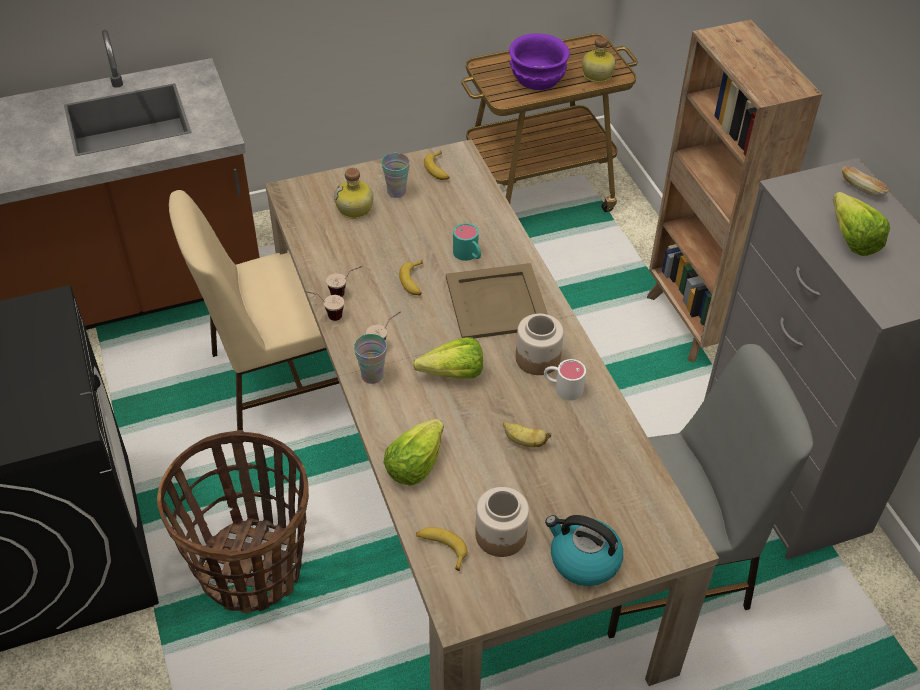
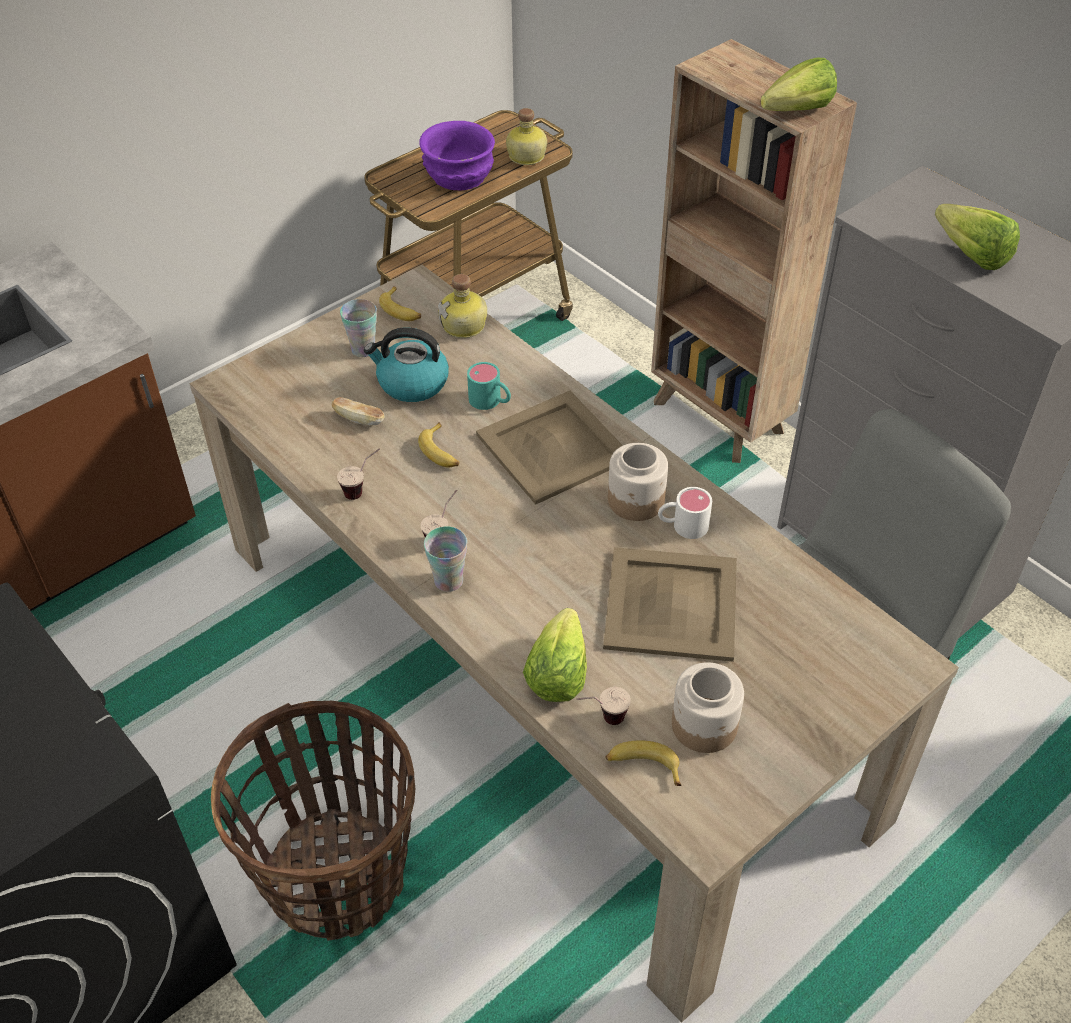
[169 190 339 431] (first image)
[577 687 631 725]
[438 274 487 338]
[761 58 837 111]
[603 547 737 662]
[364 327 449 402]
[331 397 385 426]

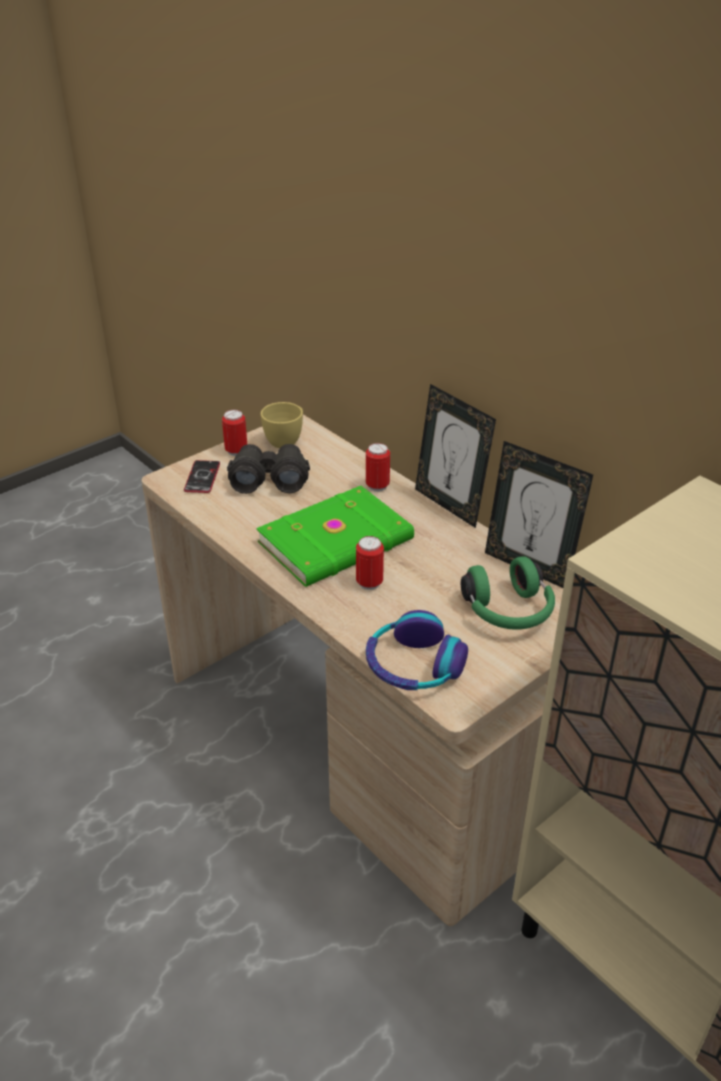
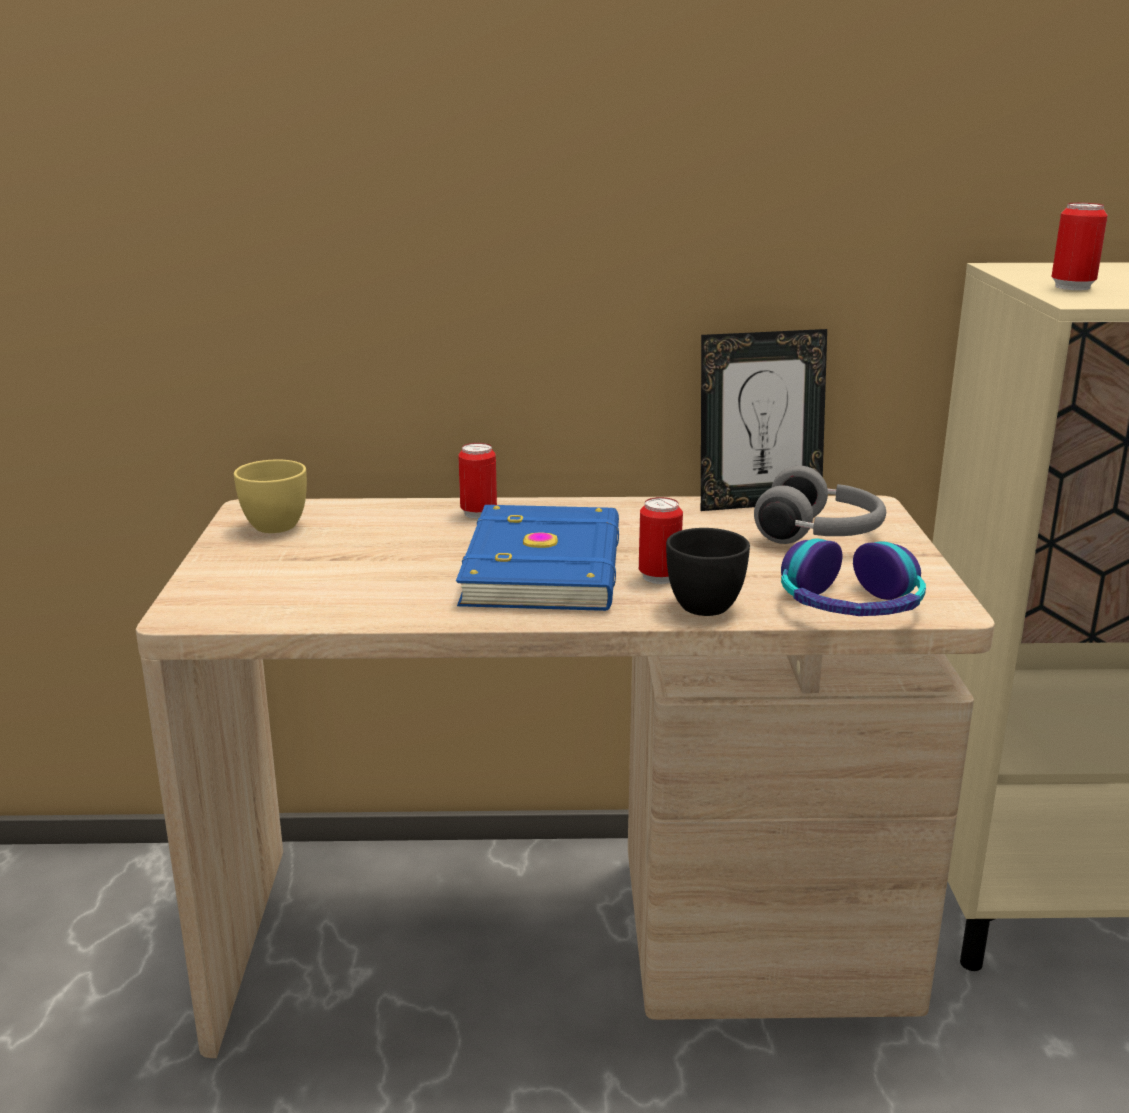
[184 460 220 493] (first image)
[1051 203 1108 290]
[227 444 310 494] (first image)
[456 505 619 611]
[415 384 496 528] (first image)
[754 466 886 544]
[666 528 750 616]

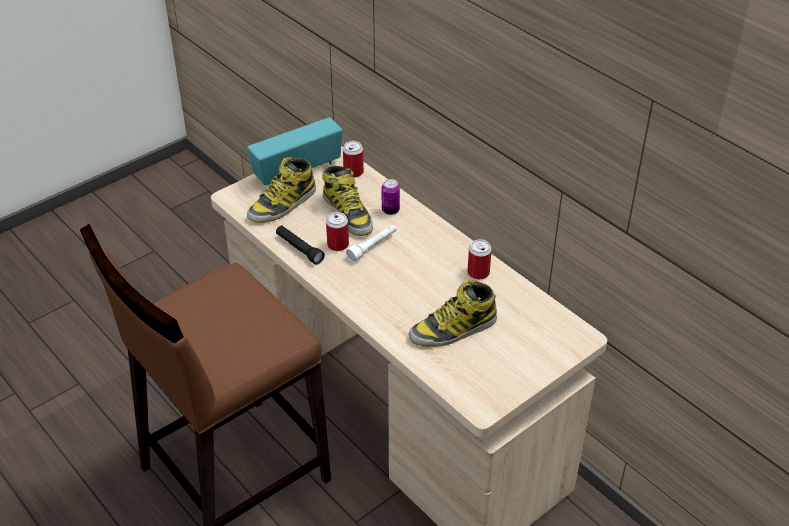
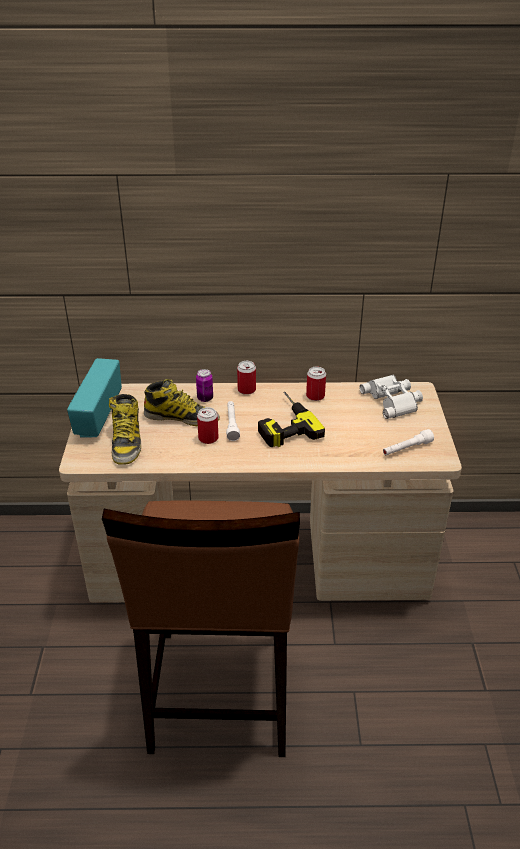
[276 225 325 265] (first image)
[237 361 256 395]
[408 279 497 347] (first image)
[258 392 325 447]
[359 375 423 419]
[383 429 434 455]

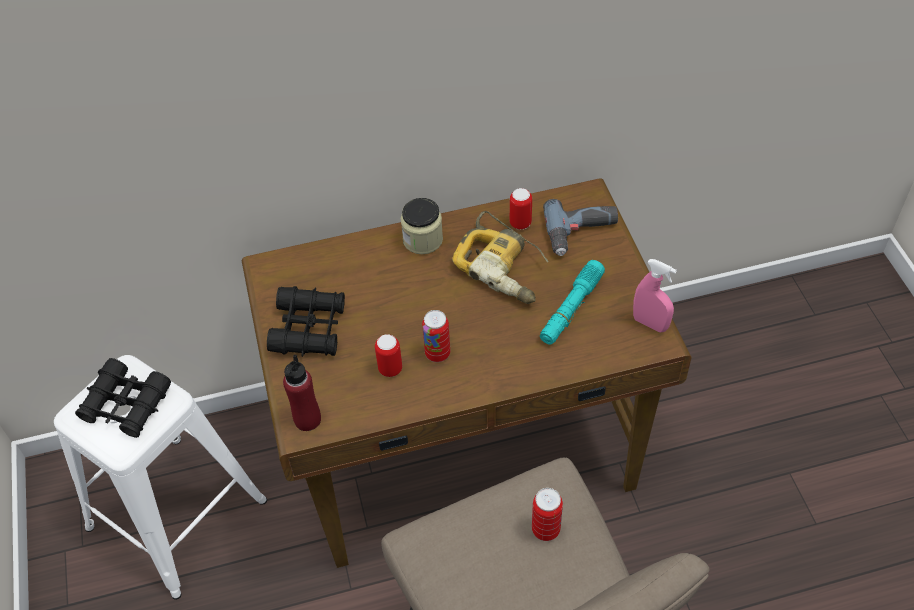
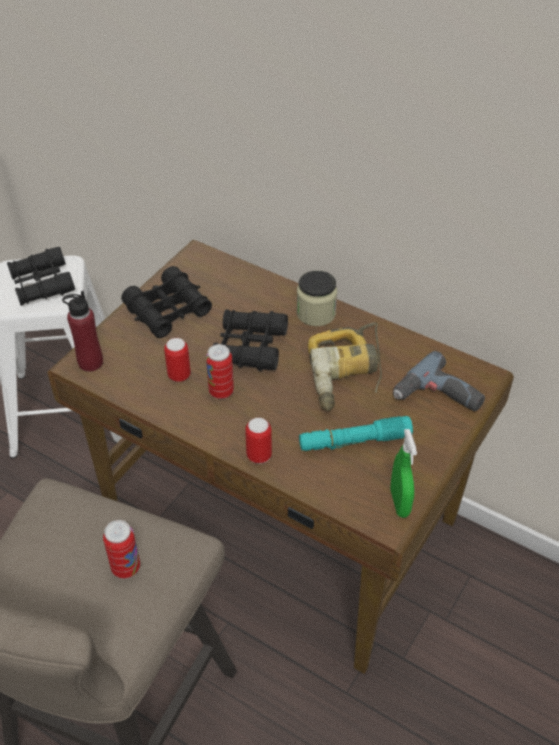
[245 418 272 464]
[390 429 417 518]
[213 309 288 371]

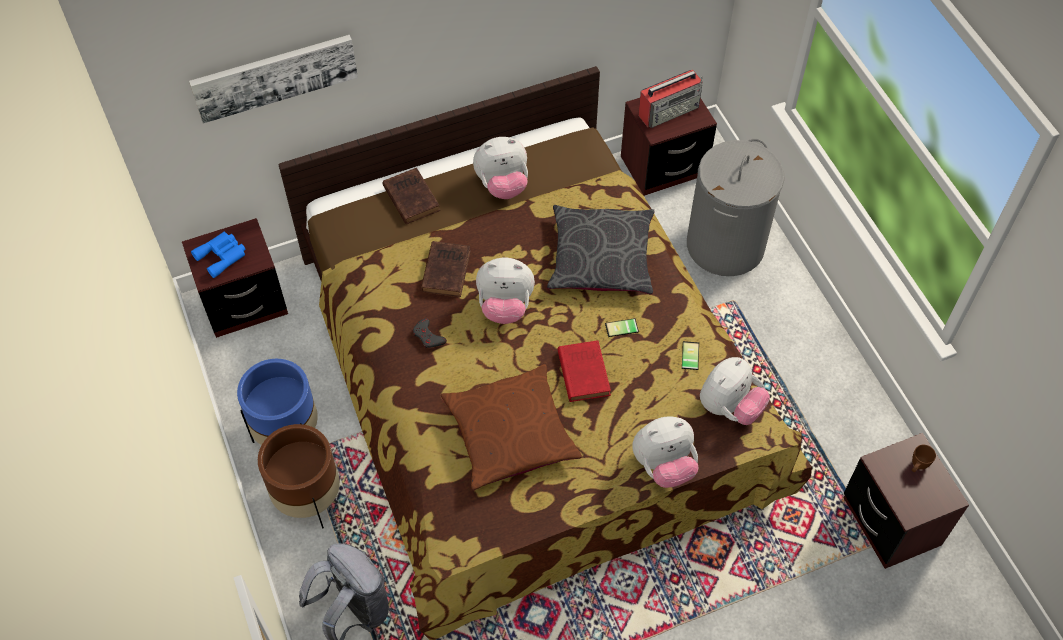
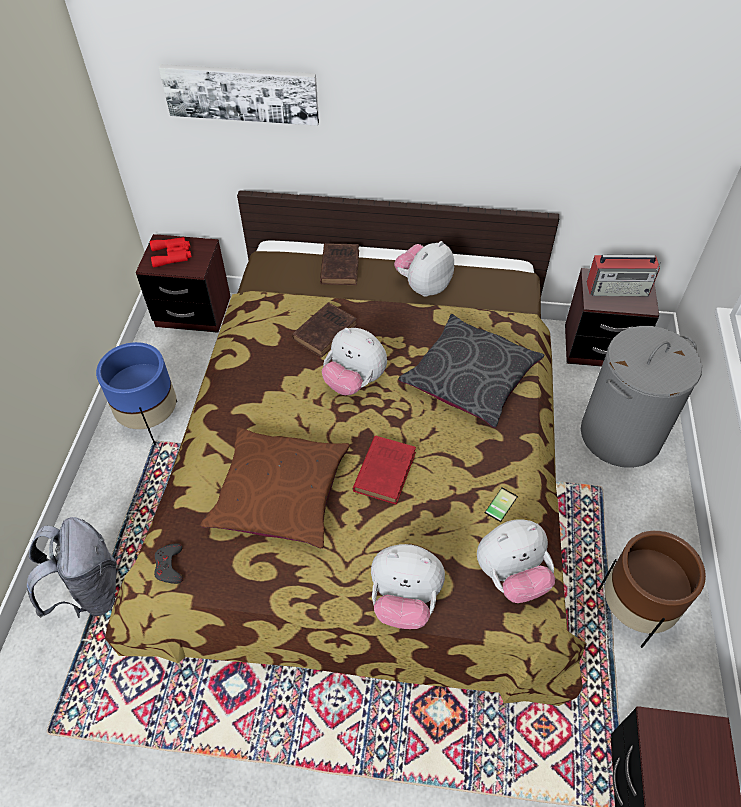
[150 237 192 267]
[598 531 706 648]
[154 543 183 584]
[394 241 454 297]
[605 318 639 337] (first image)
[912 445 936 472] (first image)

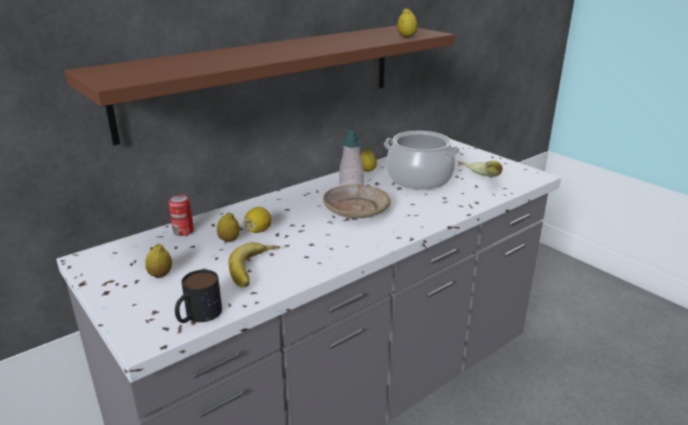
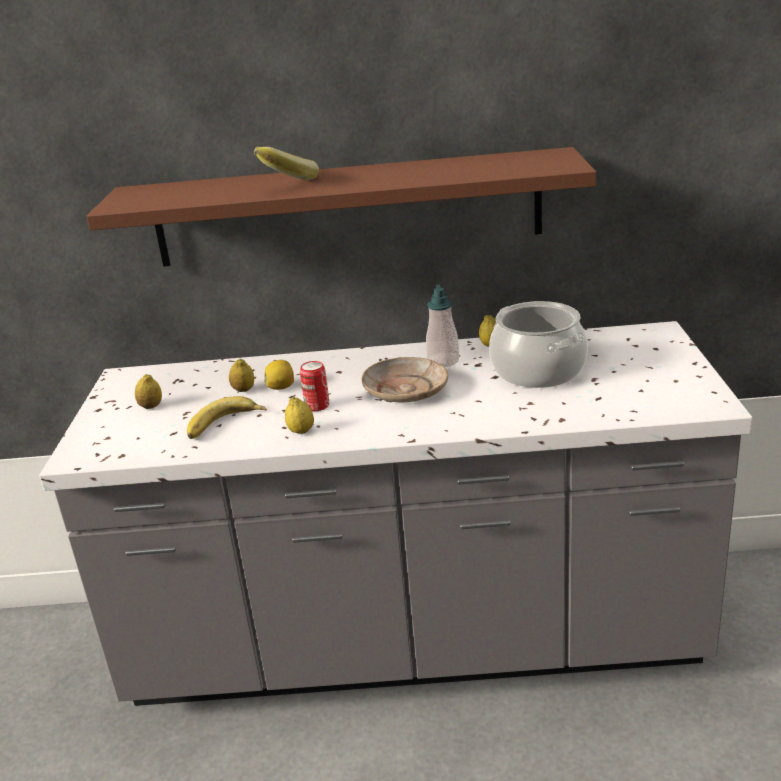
[300 361 329 411]
[175 270 222 323] (first image)
[285 397 314 434]
[254 147 319 180]

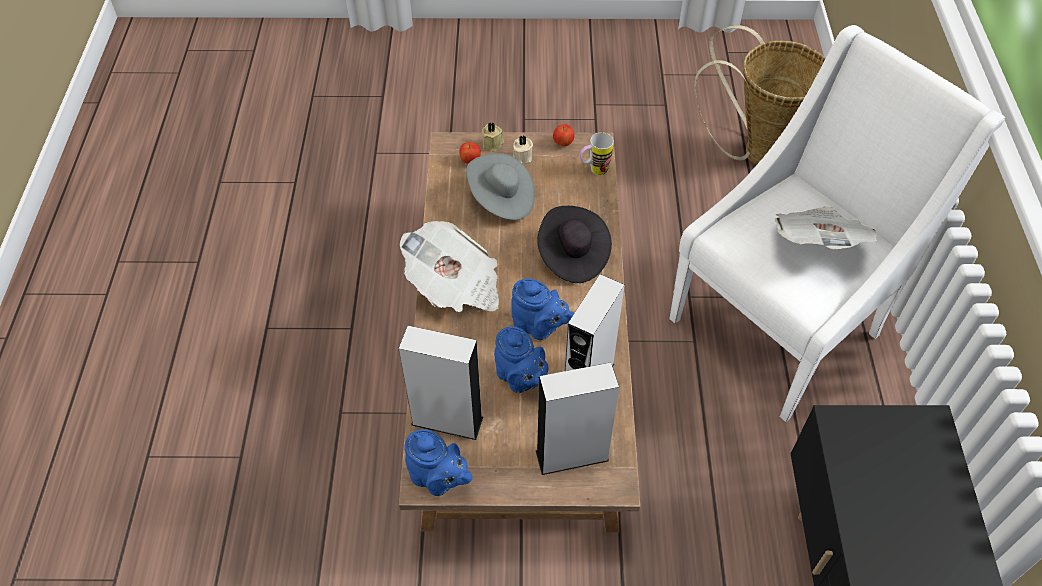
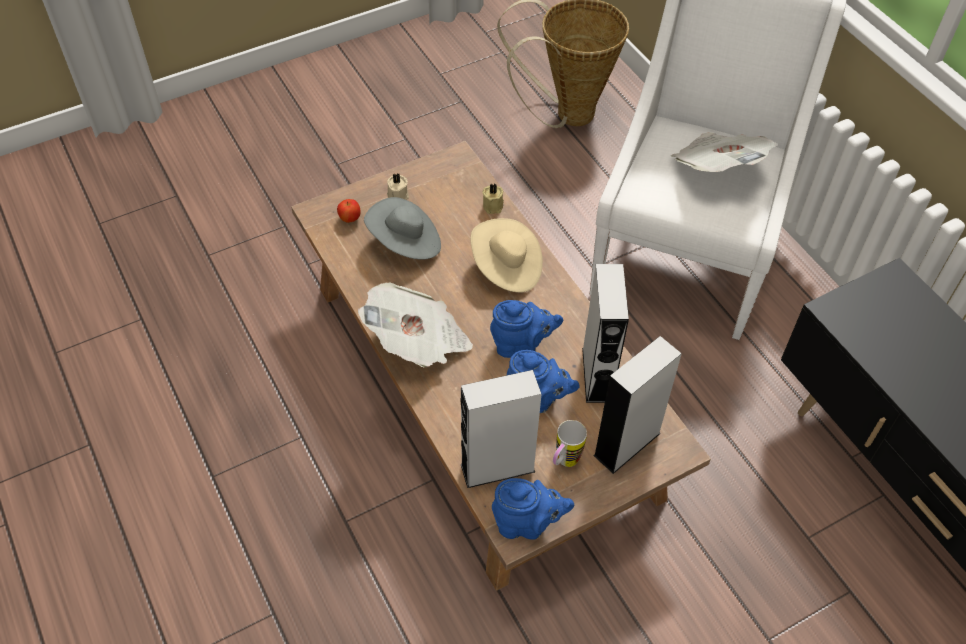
[482 184 504 214]
[470 218 543 293]
[553 124 575 146] (first image)
[553 420 587 467]

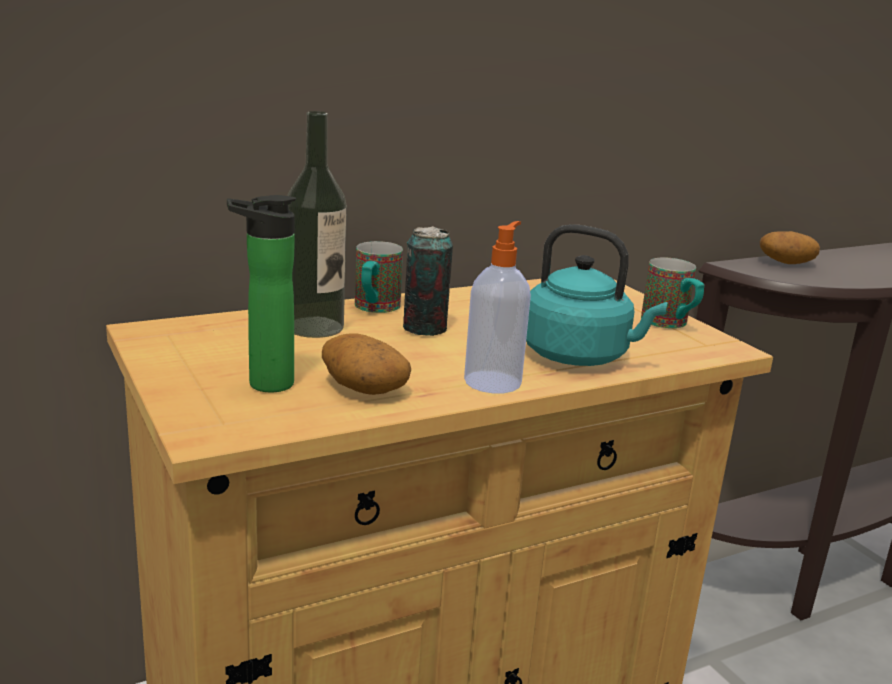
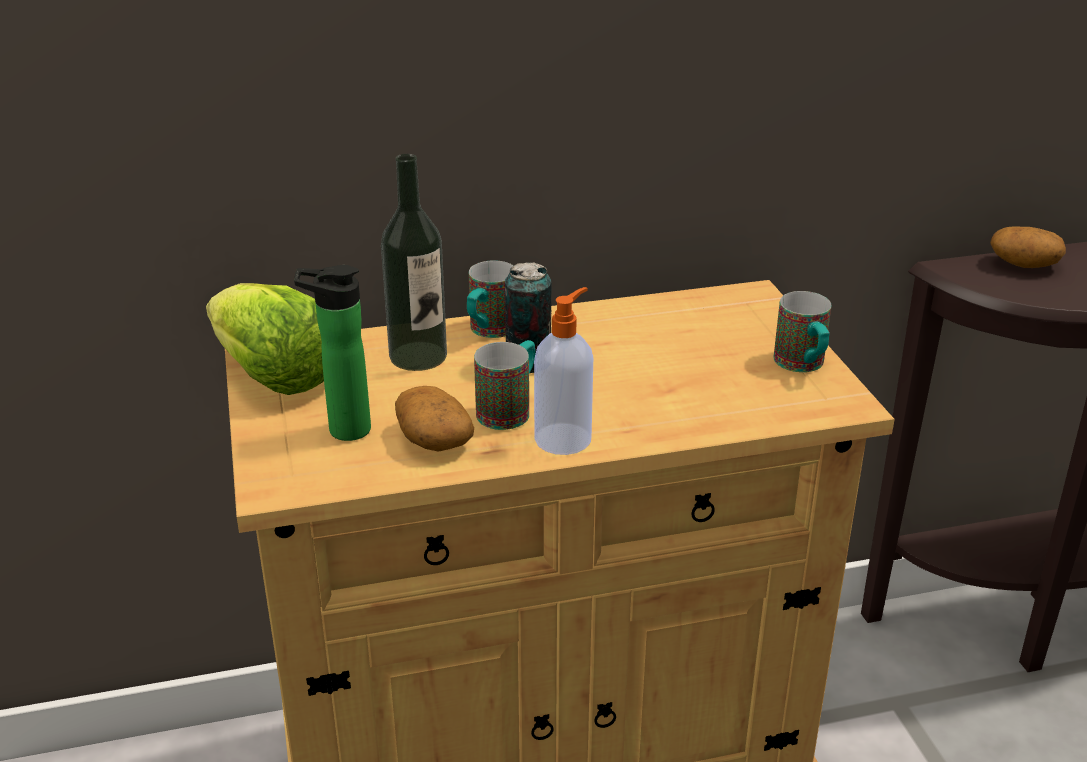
[526 224 667 366] (first image)
[206 283 324 395]
[474 340 536 430]

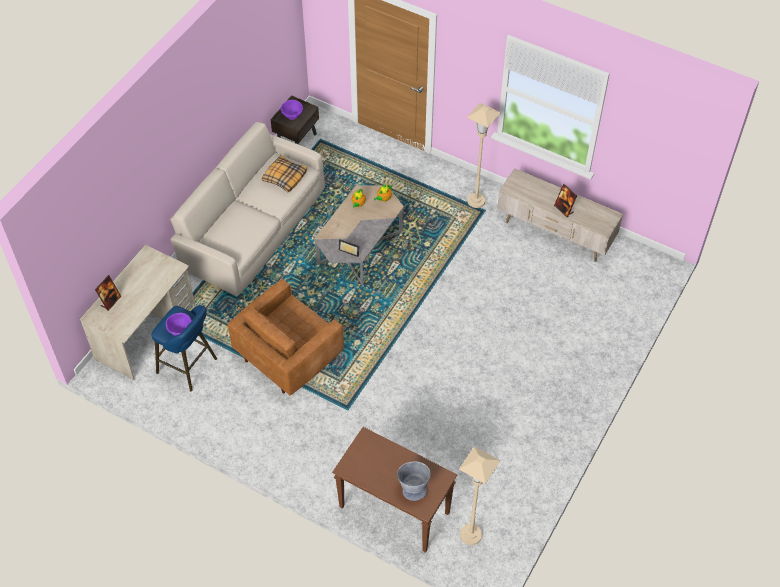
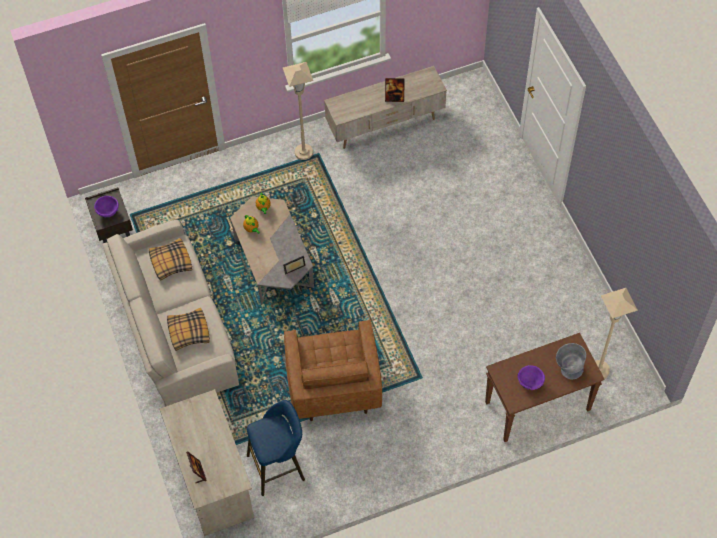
[517 365 545 390]
[167 308 210 351]

